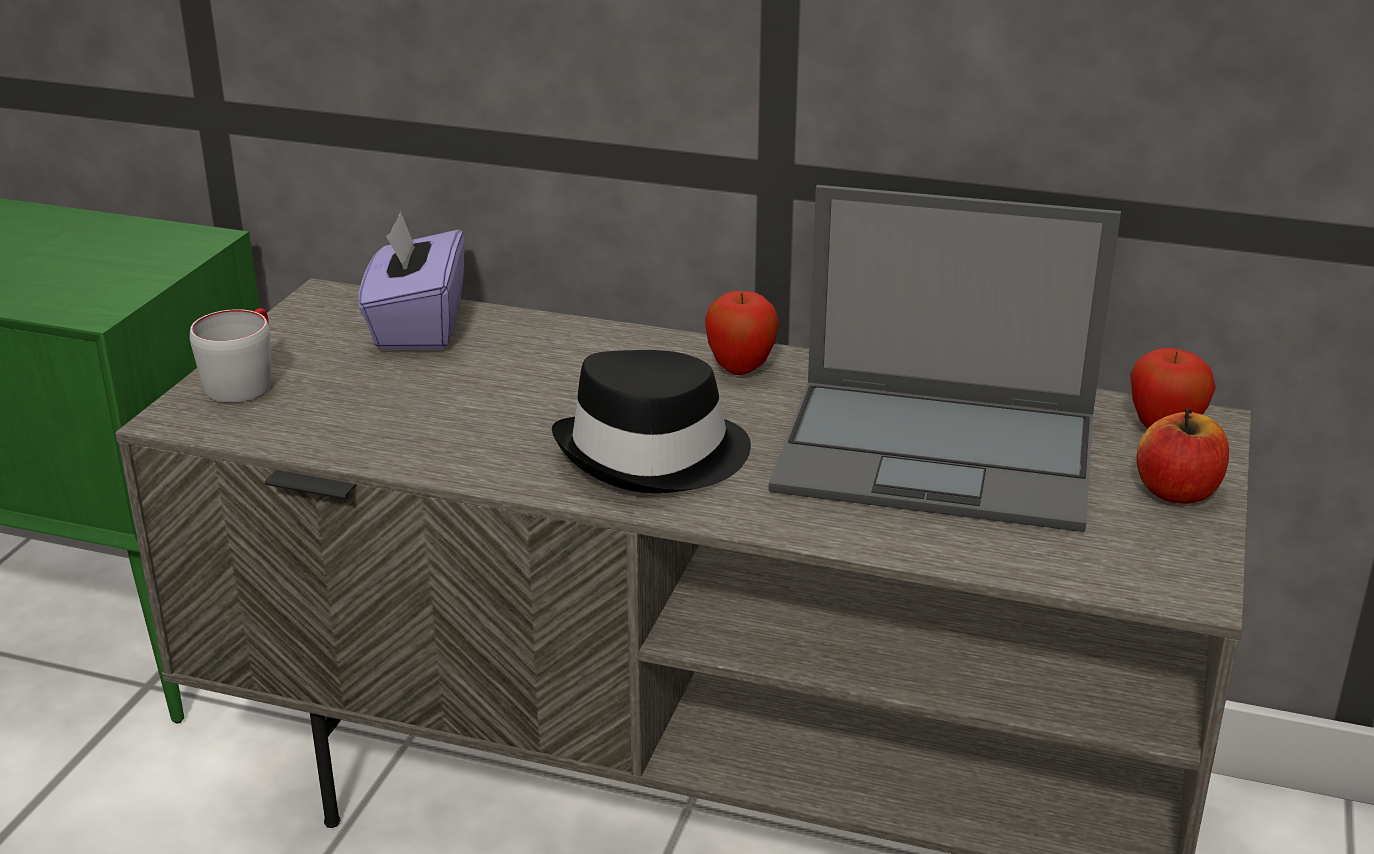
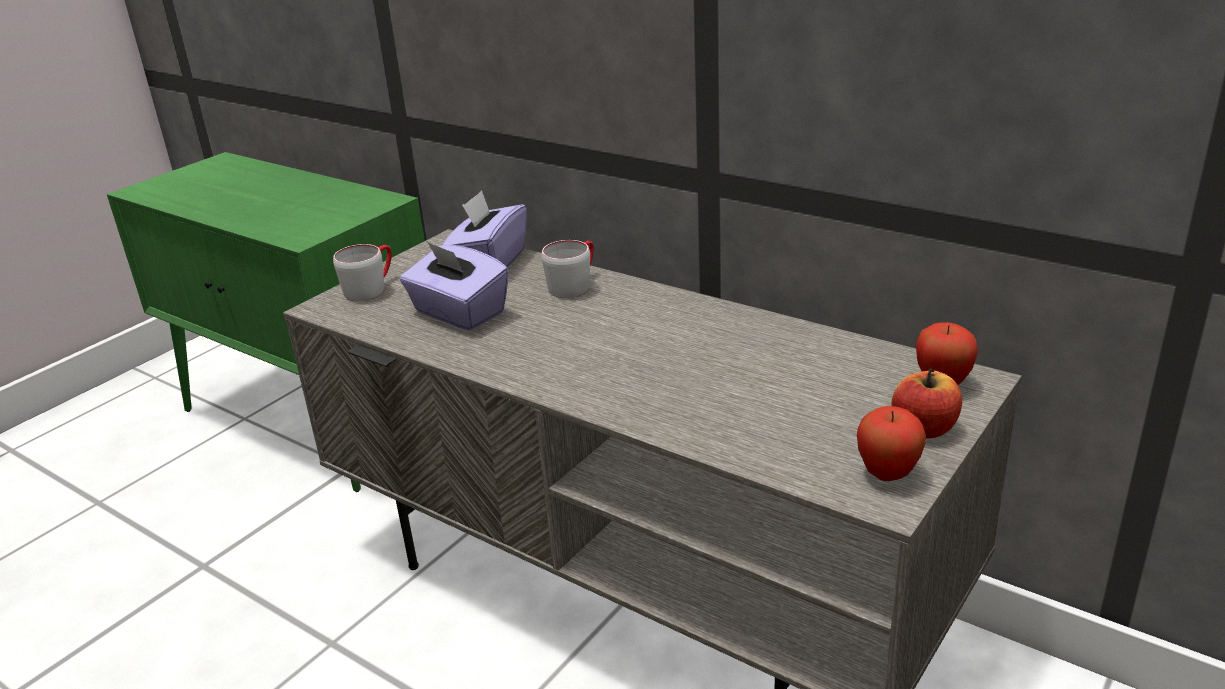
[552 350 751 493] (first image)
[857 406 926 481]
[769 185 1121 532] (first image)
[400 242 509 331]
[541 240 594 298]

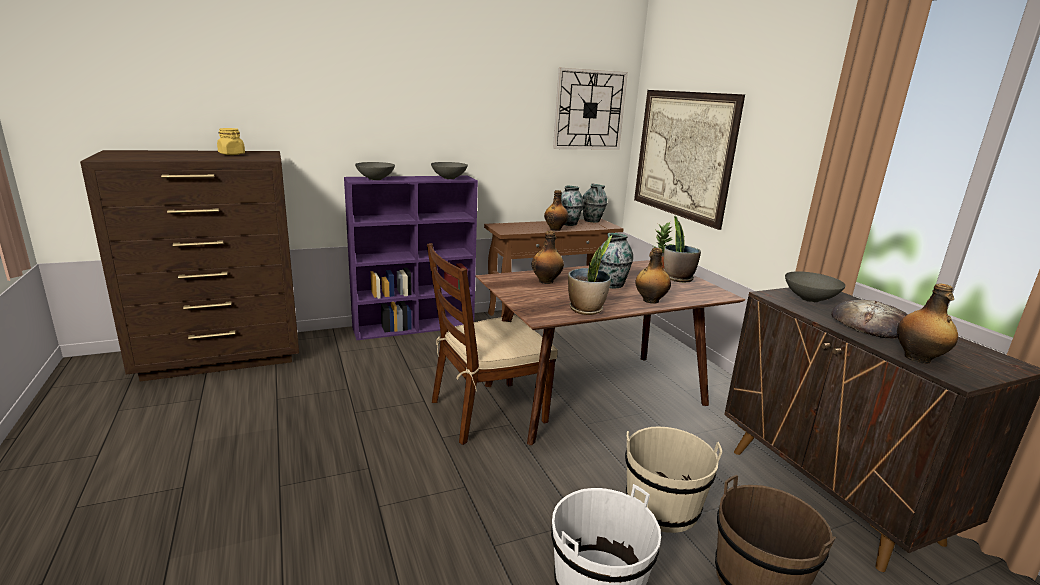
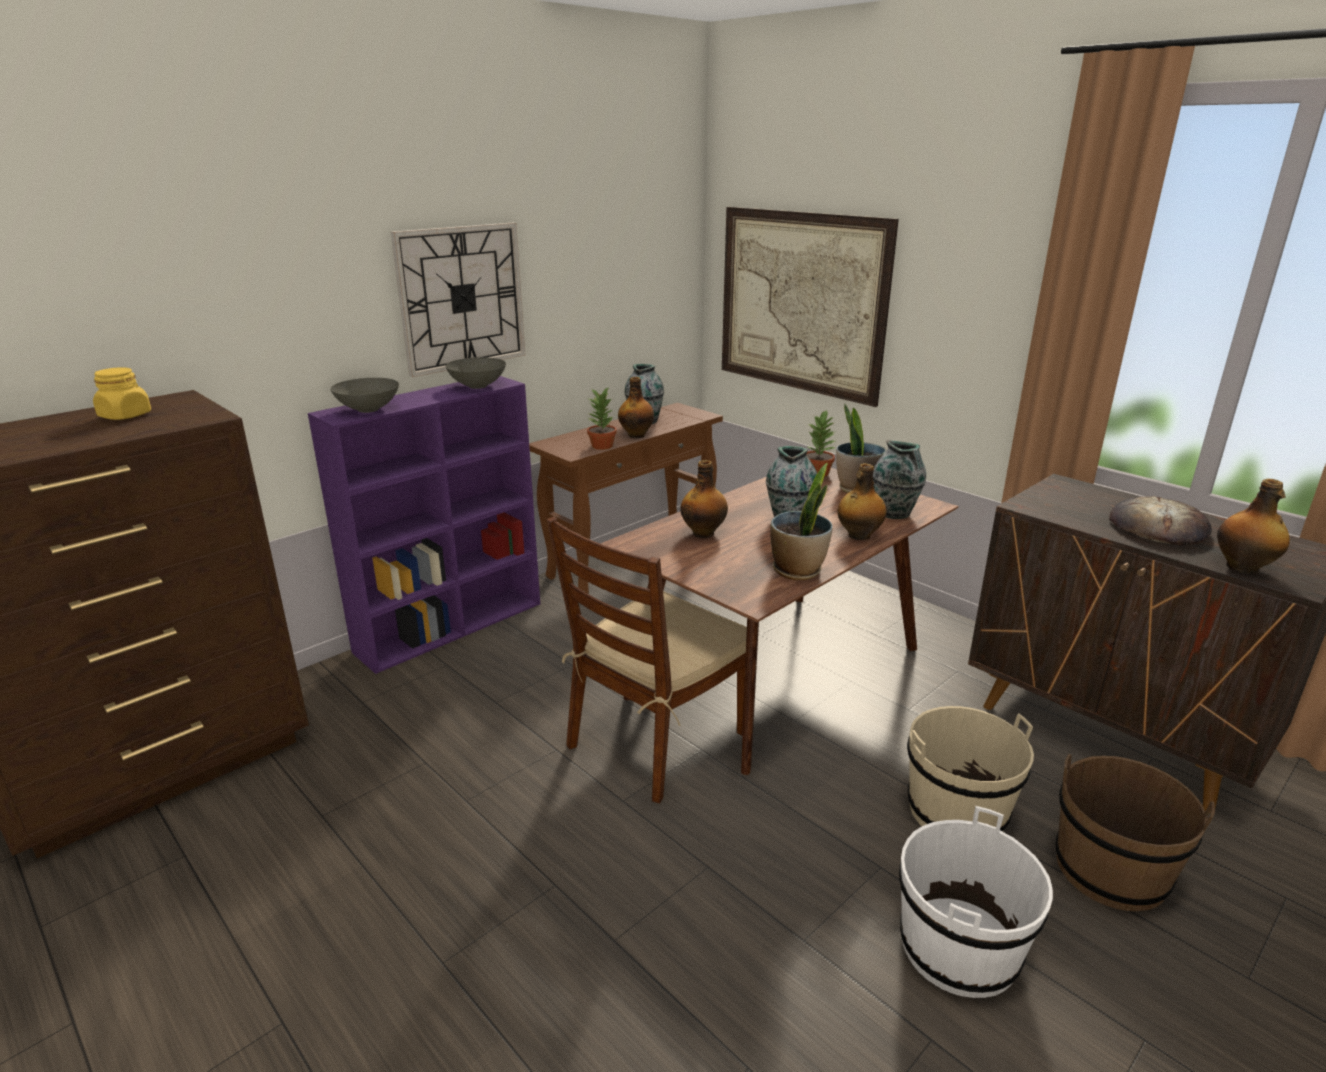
[391 223 526 377]
[873 440 926 519]
[785 271 846 302] (first image)
[587 386 617 450]

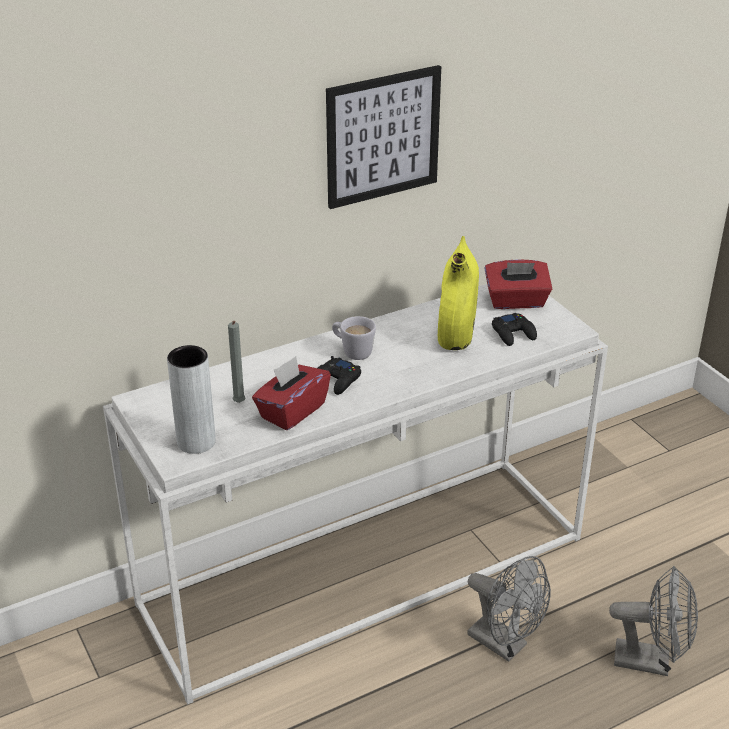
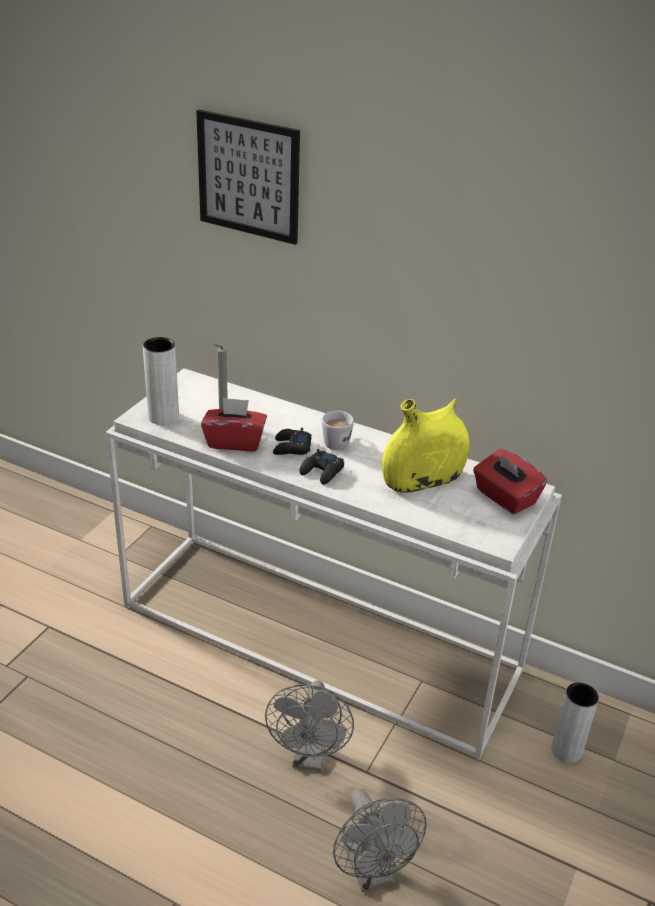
[196 110 300 245]
[299 449 344 485]
[552 683 599 763]

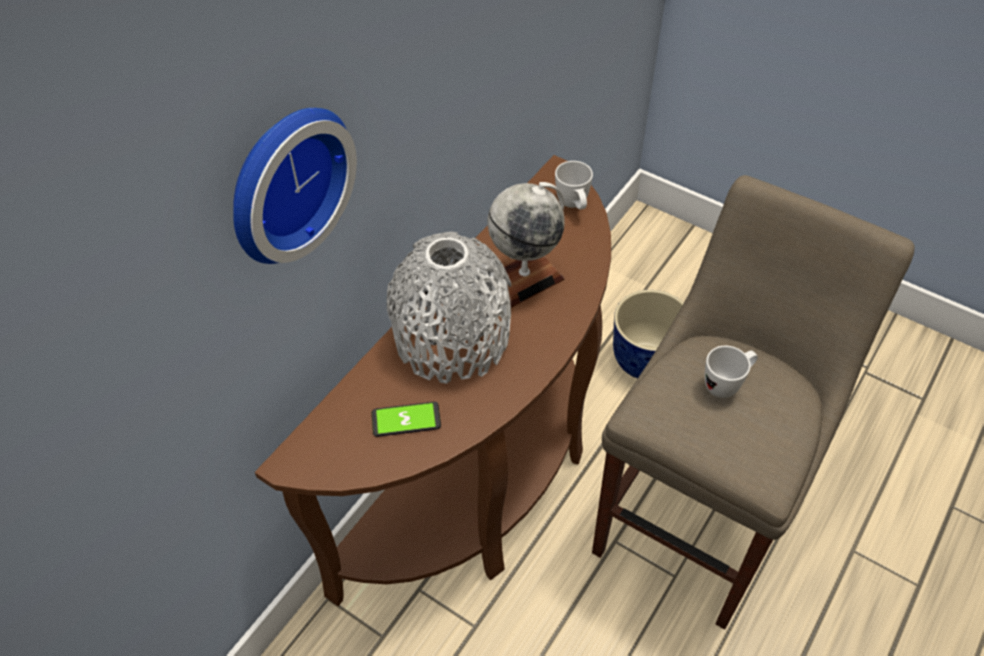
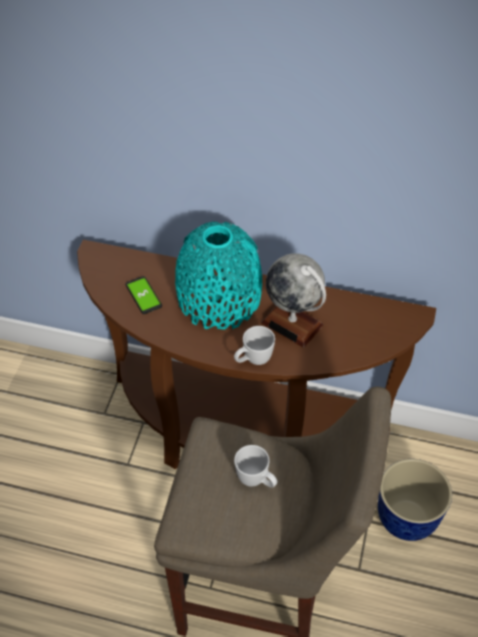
[233 108 357 264] (first image)
[175 222 262 330]
[234 326 275 365]

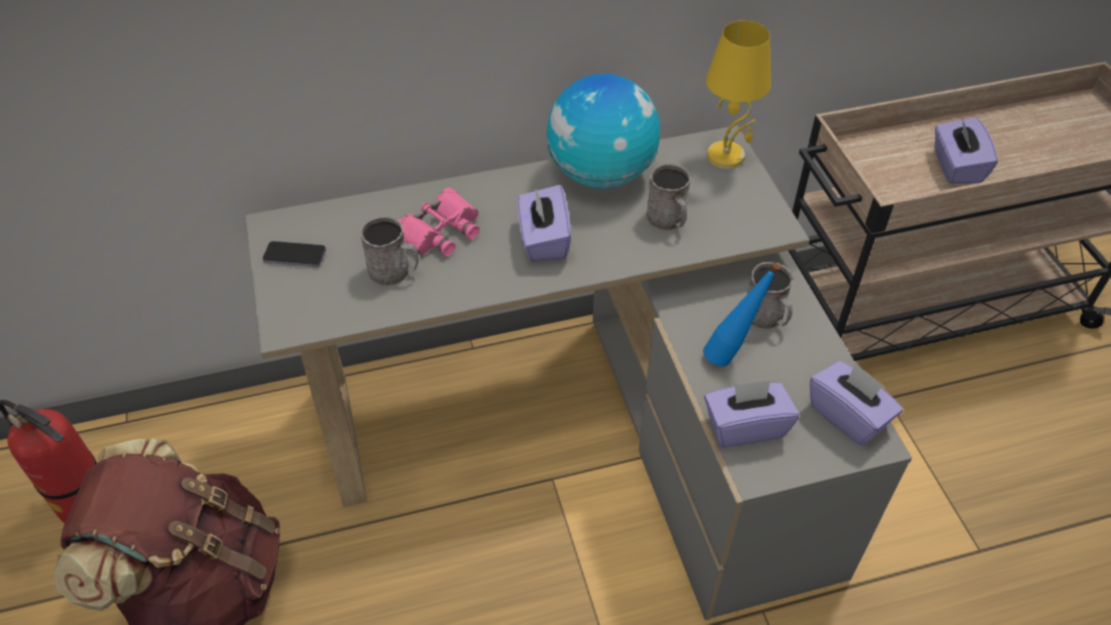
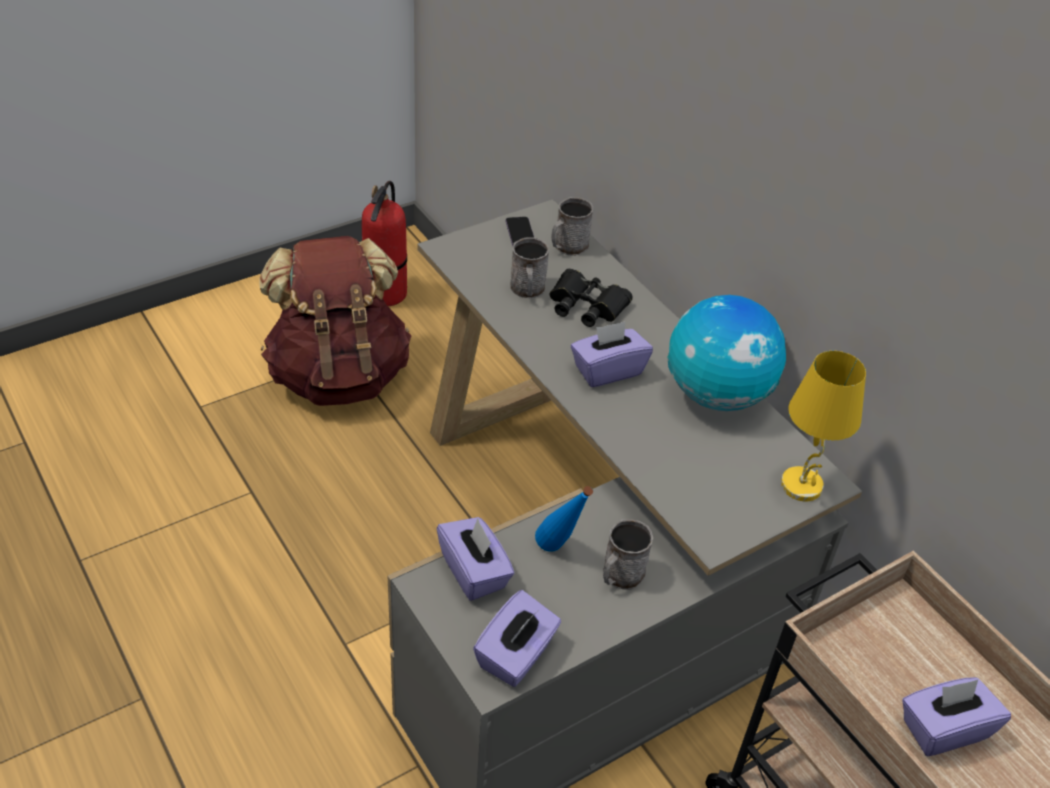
[550 269 633 327]
[551 197 594 256]

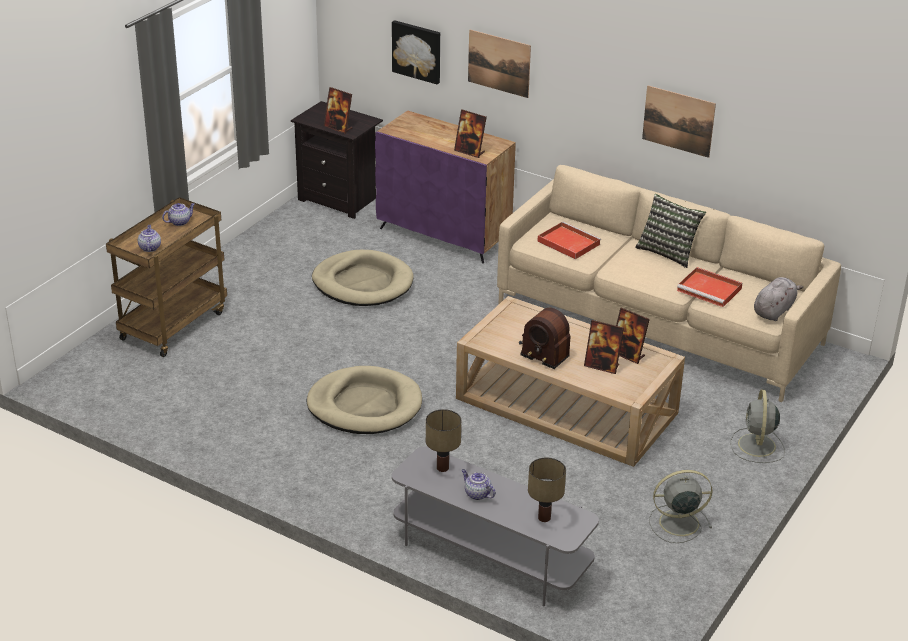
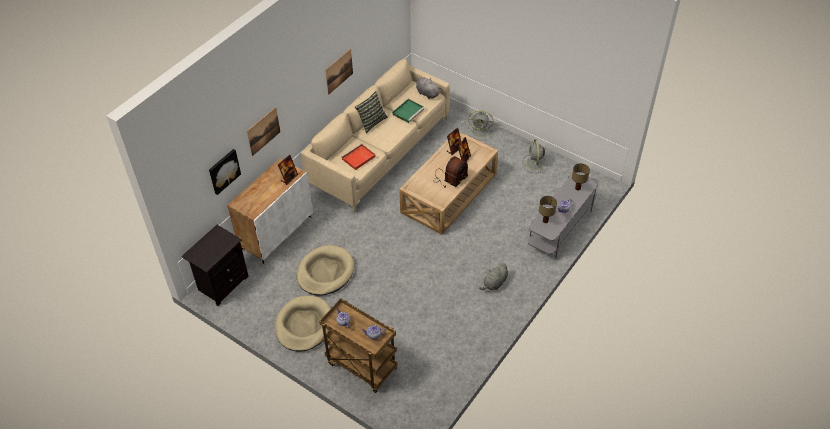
[275 295 331 352]
[324 87 352 134] (first image)
[227 158 313 264]
[392 99 424 123]
[479 263 508 290]

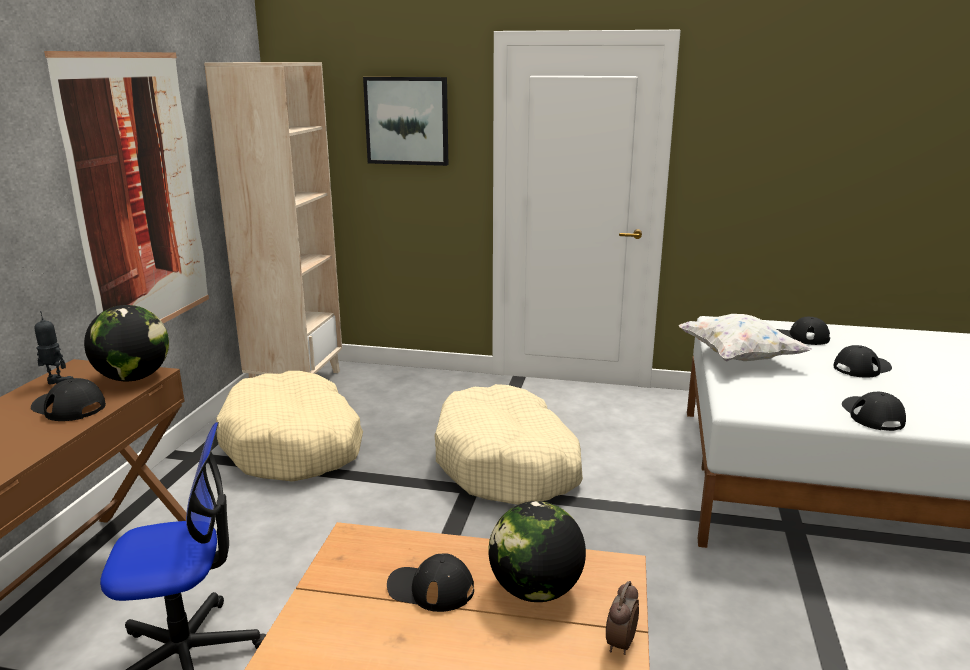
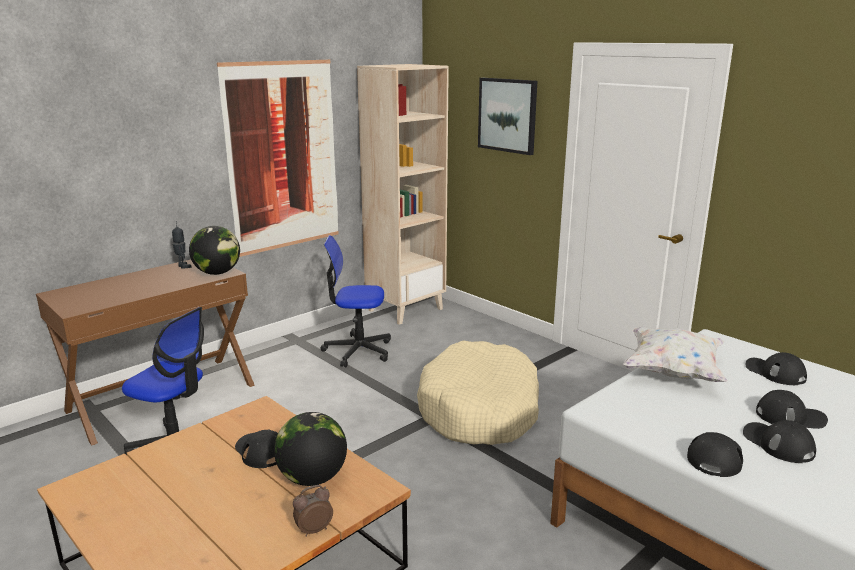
[743 420 816 463]
[320 235 391 367]

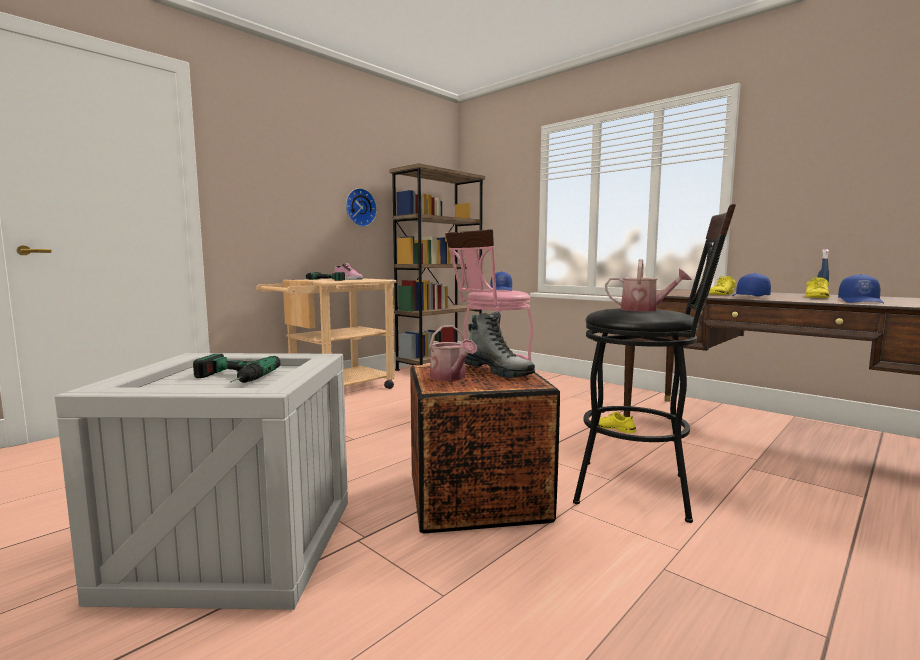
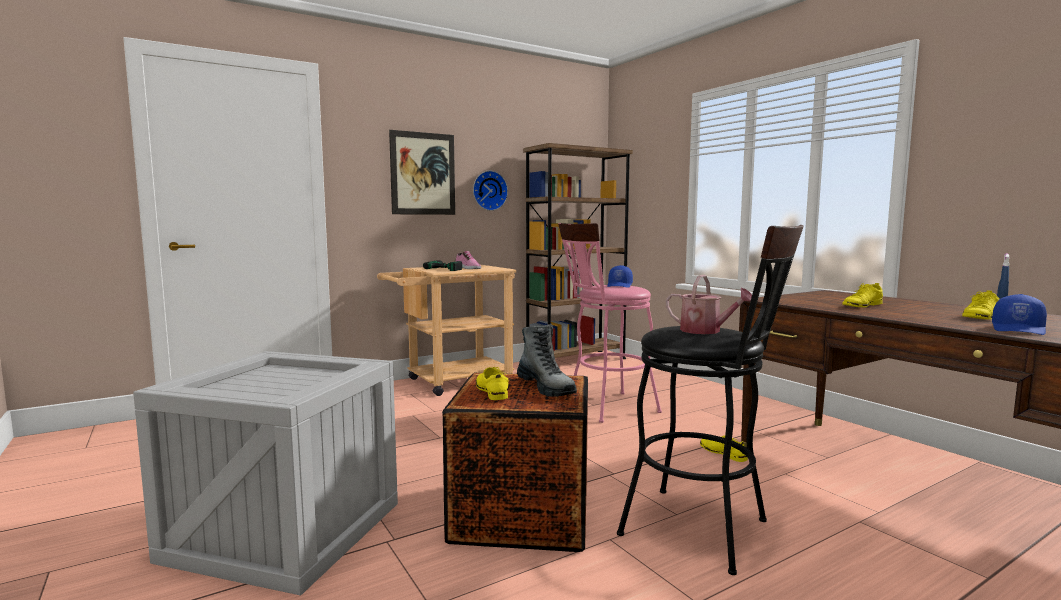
[193 354 280 383] (first image)
[476 367 509 400]
[732 273 771 296] (first image)
[389 130 455 215]

